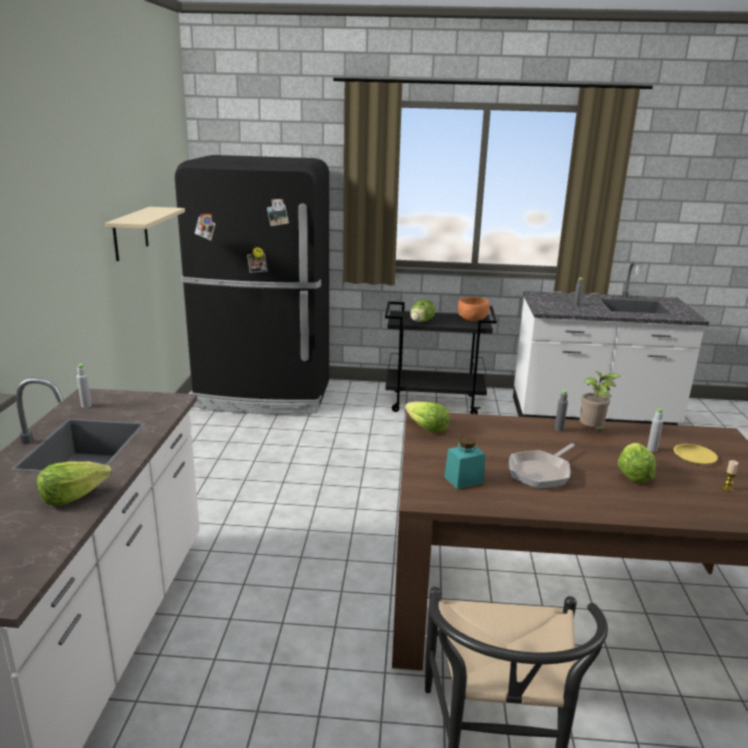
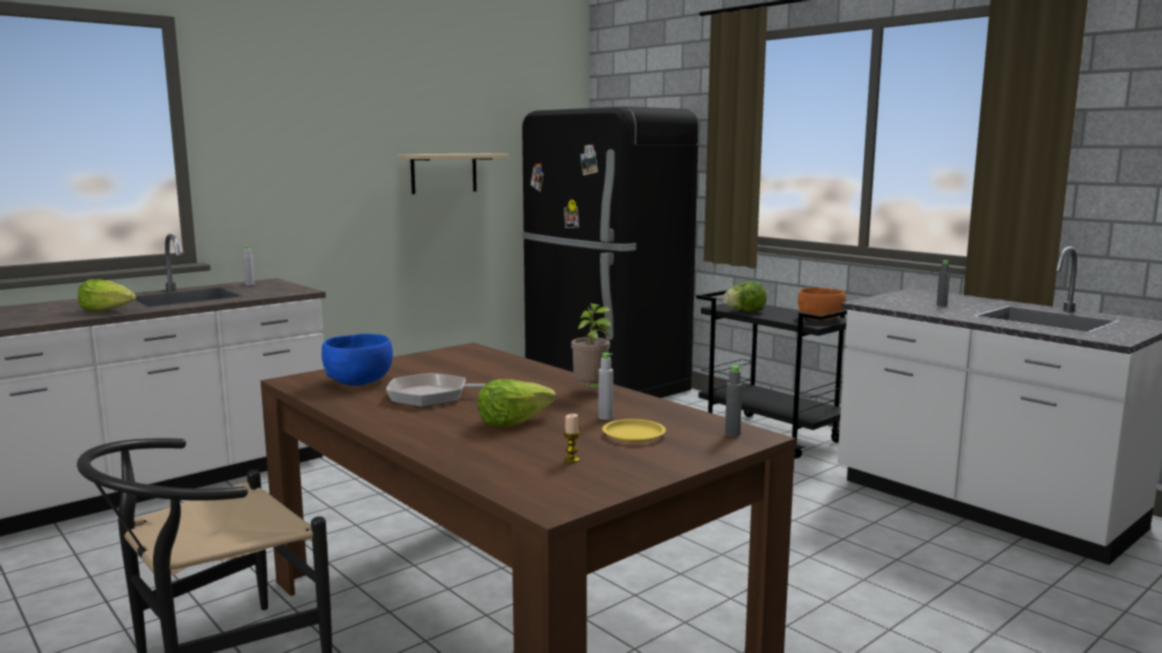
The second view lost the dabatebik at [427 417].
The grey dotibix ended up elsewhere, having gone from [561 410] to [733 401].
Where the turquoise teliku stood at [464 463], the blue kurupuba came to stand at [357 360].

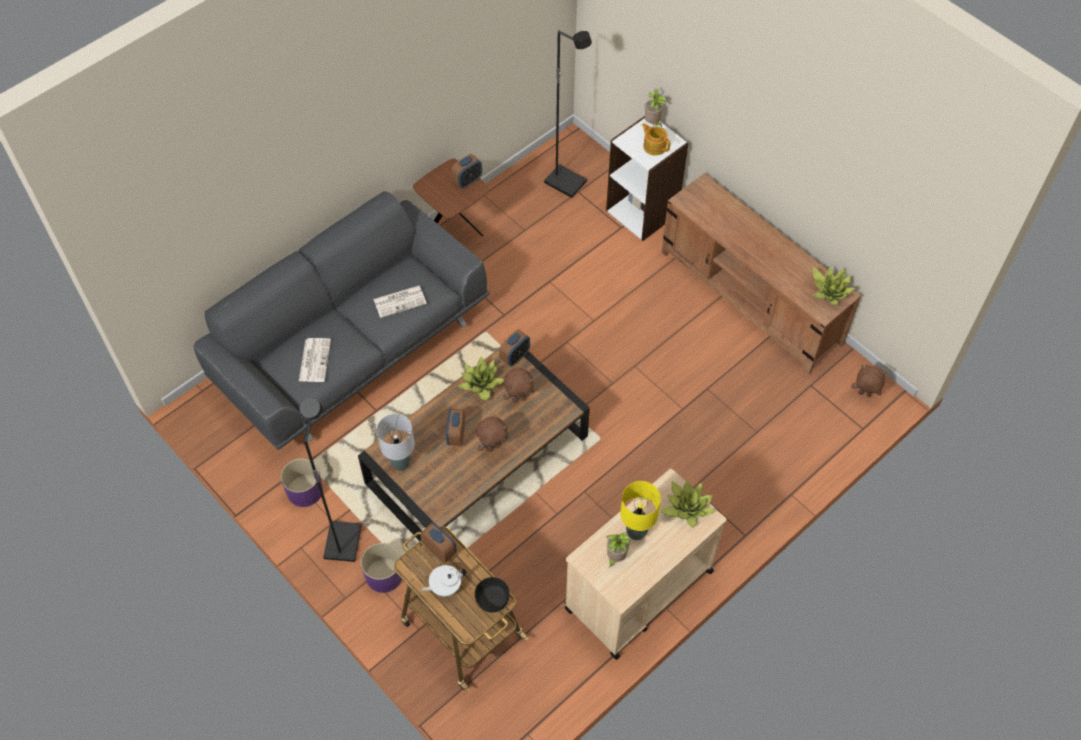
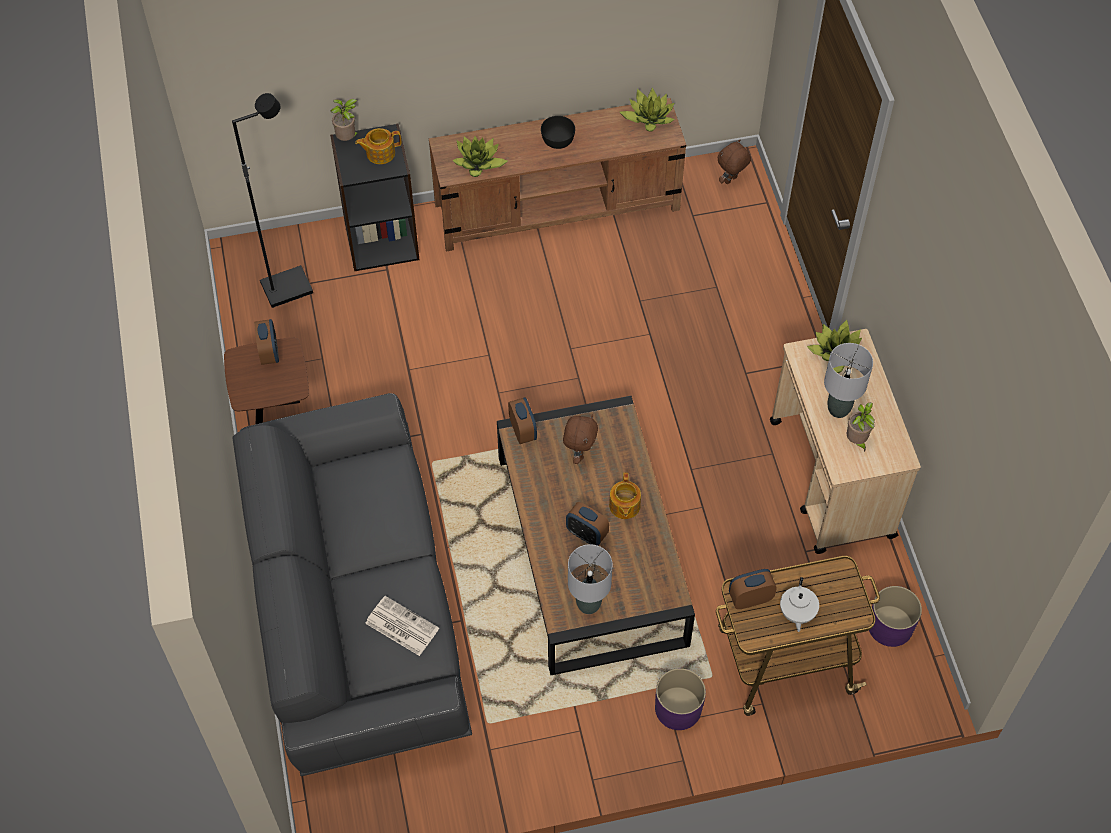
The second view lost the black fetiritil at [331 479].
The second view lost the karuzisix at [400 302].
The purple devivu ended up elsewhere, having gone from [302 482] to [895 616].
The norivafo ended up elsewhere, having gone from [481 378] to [479 156].
The black kurupuba ended up elsewhere, having gone from [492 595] to [558 132].
Where the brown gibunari stood at [492 434], the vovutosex came to stand at [625 496].
What was the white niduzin at [647 178] turned into the black niduzin at [374 197].
What was the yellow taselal at [640 510] turned into the grey taselal at [848 380].

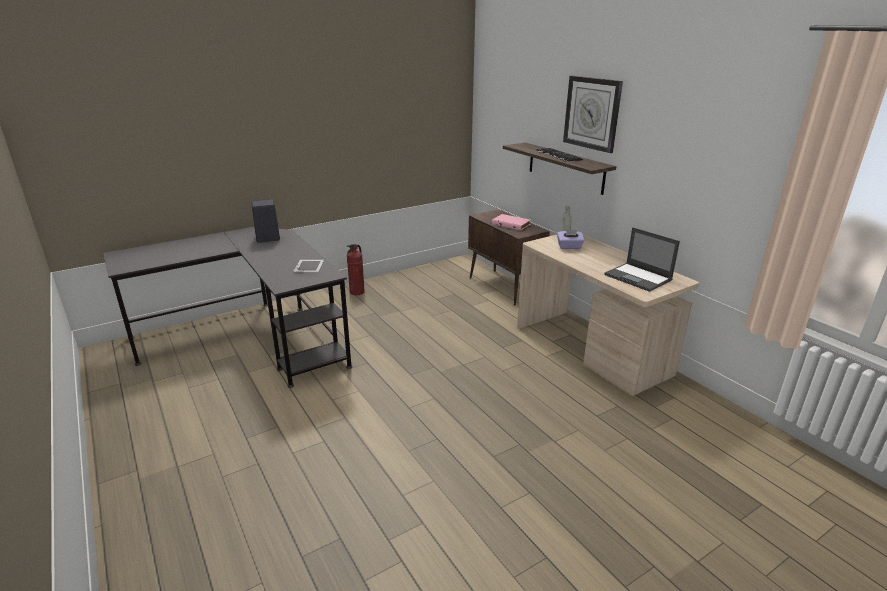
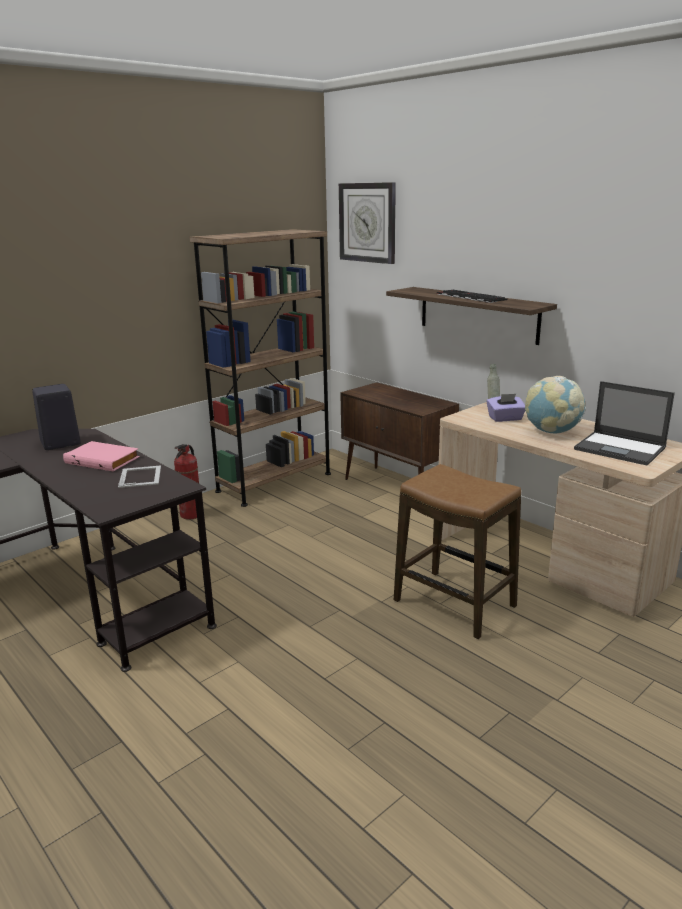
The second view gained the brown niduzin at [260 368].
The second view gained the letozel at [457 551].
The second view gained the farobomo at [555 404].
The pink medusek ended up elsewhere, having gone from [511 222] to [101 456].
The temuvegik ended up elsewhere, having gone from [593 114] to [367 223].

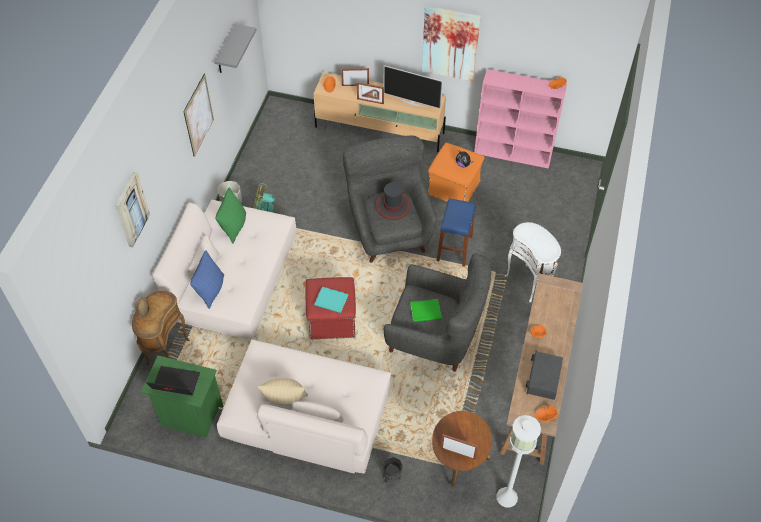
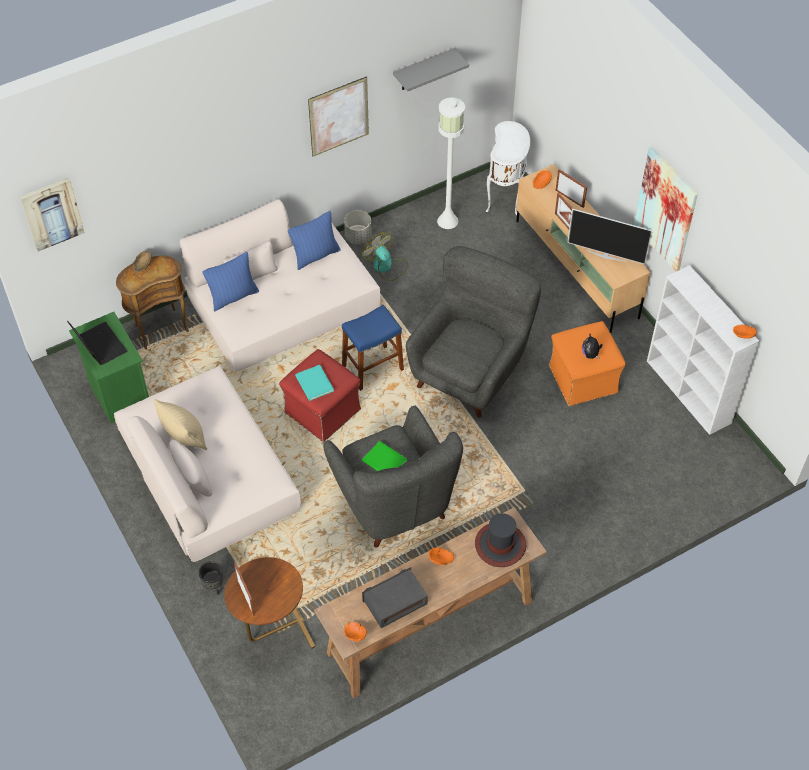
The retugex ended up elsewhere, having gone from [132 210] to [52 215].
The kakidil ended up elsewhere, having gone from [393 201] to [500 540].
The blue letozel ended up elsewhere, having gone from [456 232] to [373 348].
The white fetiritil ended up elsewhere, having gone from [518 461] to [451 163].
The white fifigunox ended up elsewhere, having gone from [533 262] to [508 168].
What was the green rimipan at [231 215] turned into the blue rimipan at [314 240].
What was the pink niduzin at [520 119] turned into the white niduzin at [703 350].
The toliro at [413 87] ended up facing another way, 45 degrees counterclockwise from before.

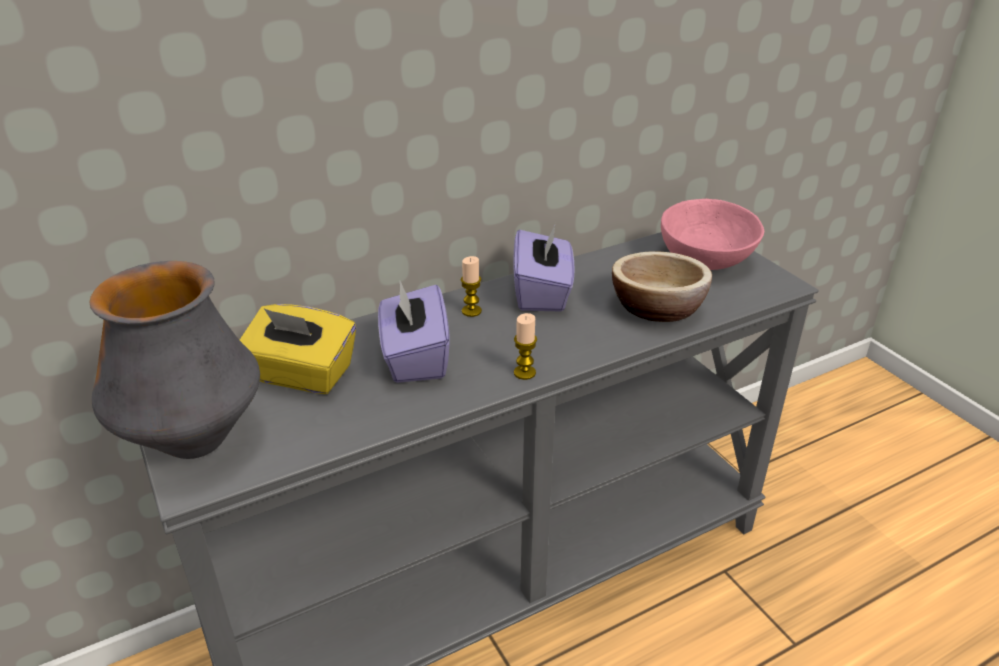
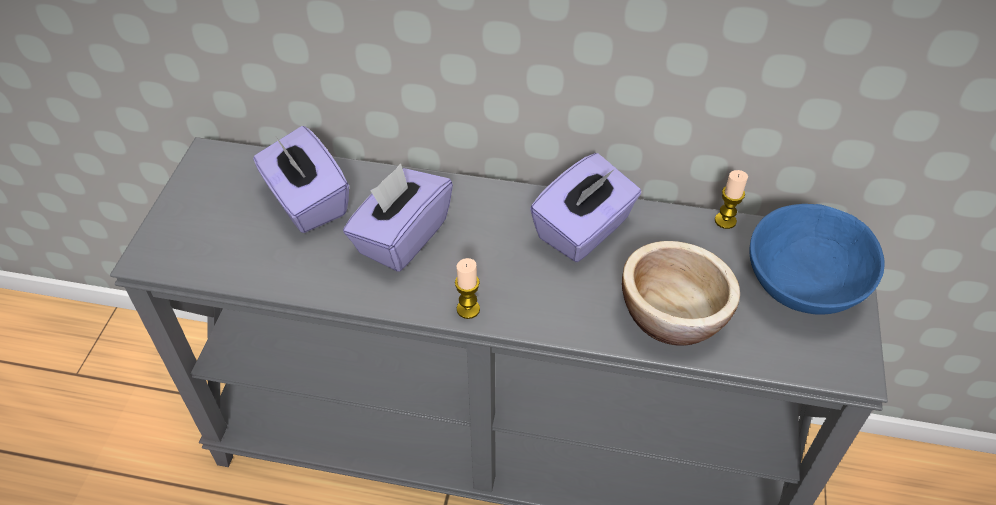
The second view lost the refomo at [175 360].
The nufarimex ended up elsewhere, having gone from [471 286] to [731 199].
What was the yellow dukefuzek at [298 349] turned into the purple dukefuzek at [301 179].
What was the pink kurupuba at [712 234] turned into the blue kurupuba at [817 259].

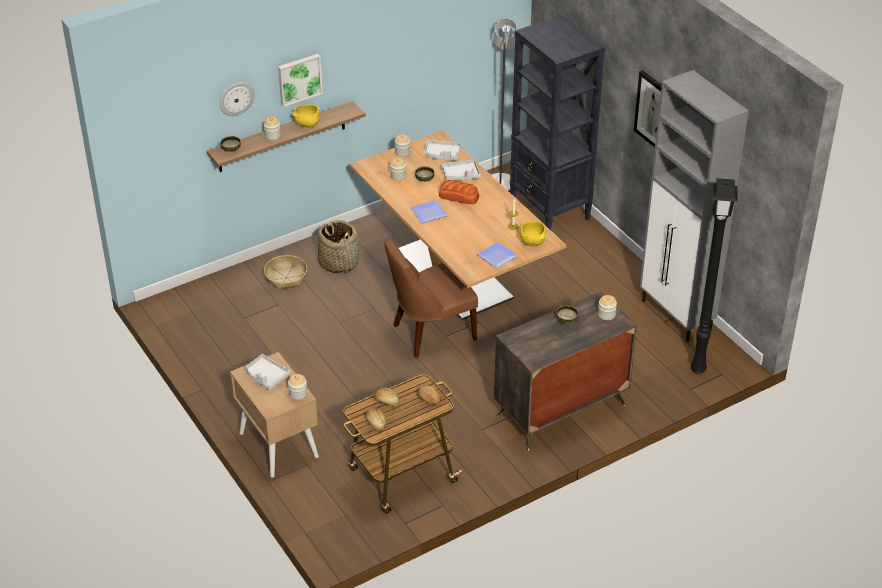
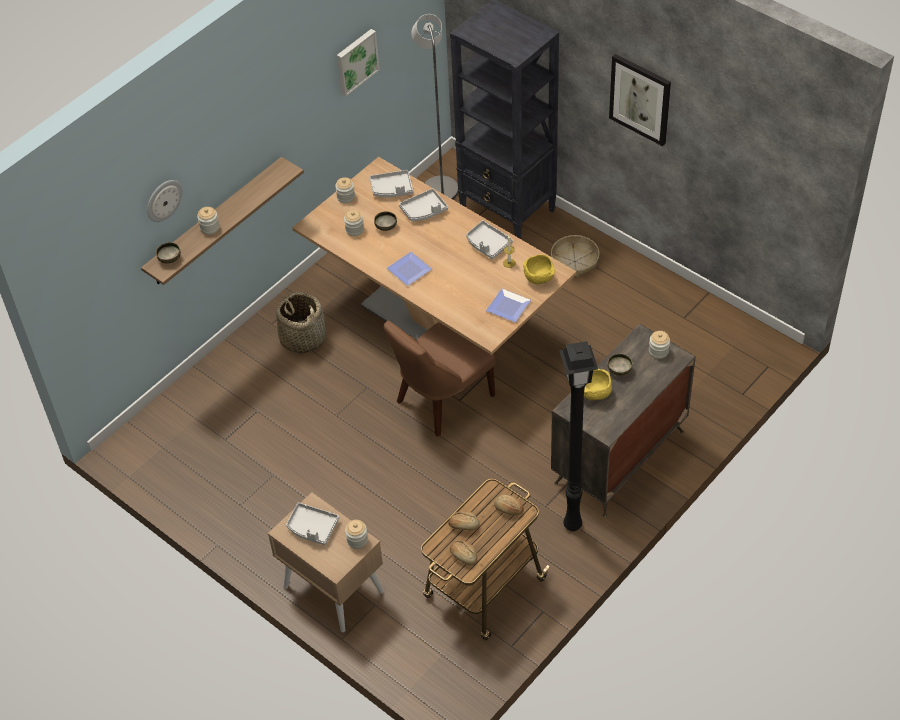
The second view lost the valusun at [459 192].
The second view lost the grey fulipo at [694 206].
The second view gained the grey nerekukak at [489 239].
The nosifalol ended up elsewhere, having gone from [285 272] to [575 256].
The retugex ended up elsewhere, having gone from [300 80] to [358 62].
The yellow kurupuba ended up elsewhere, having gone from [306 115] to [598 384].
The black fetiritil ended up elsewhere, having gone from [714 276] to [578 436].

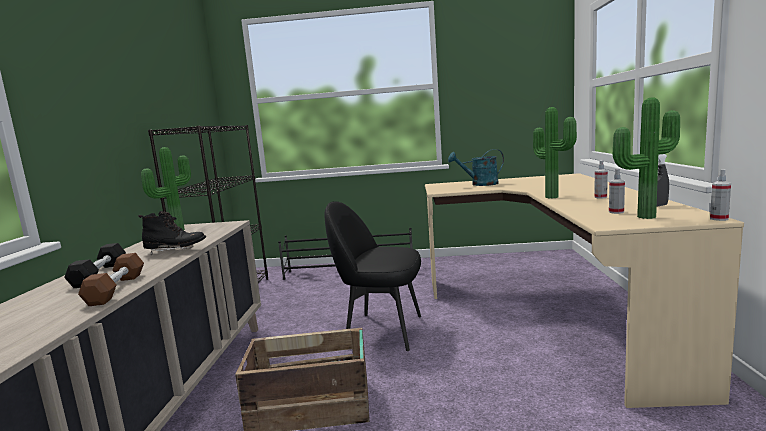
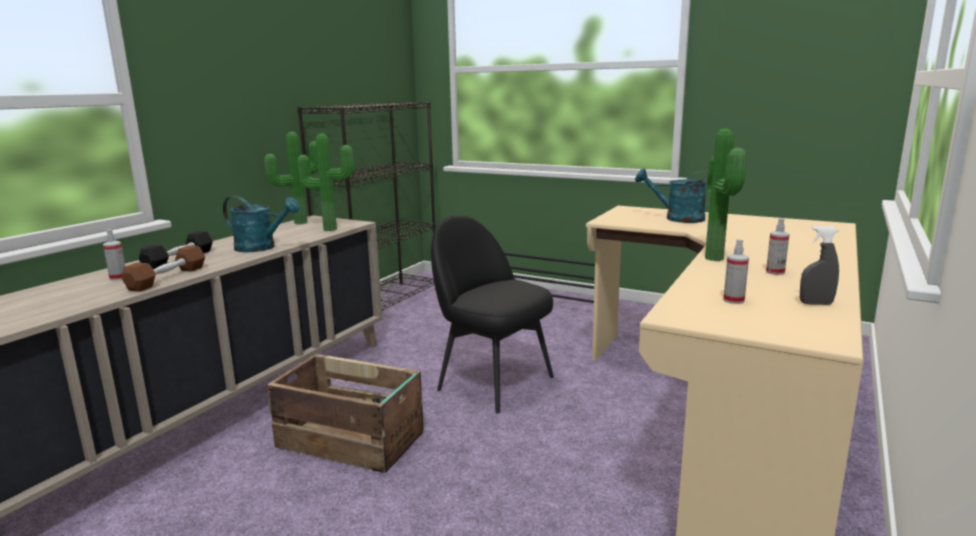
The norivafo ended up elsewhere, having gone from [646 158] to [325 182].
The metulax ended up elsewhere, having gone from [720 195] to [114 254].
Where the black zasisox stood at [172 233], the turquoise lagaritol came to stand at [261 224].

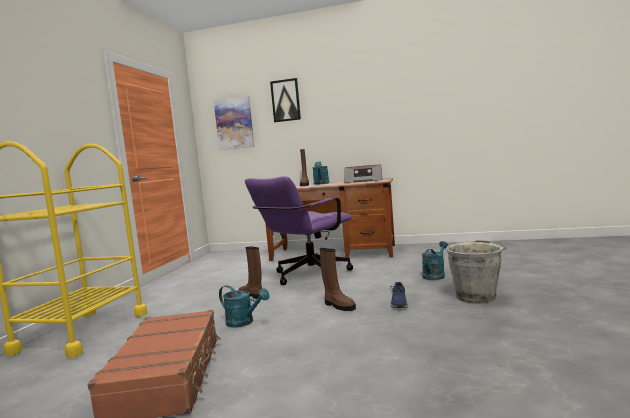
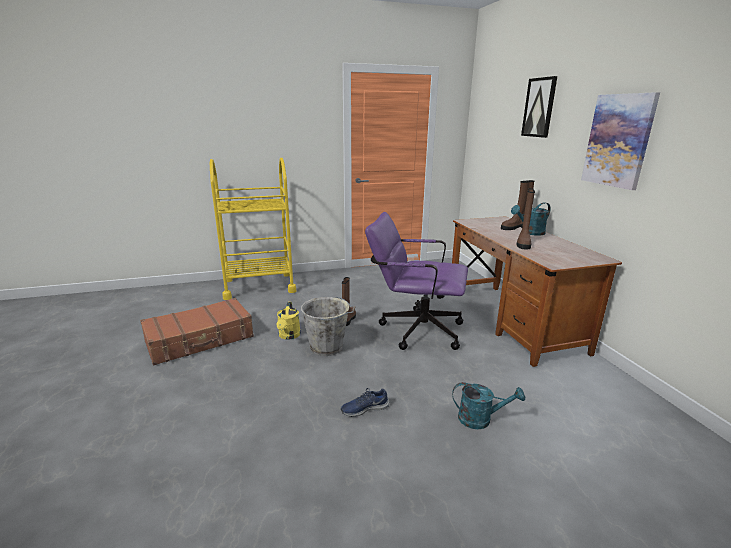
The second view lost the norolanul at [363 174].
The retugex ended up elsewhere, having gone from [234 123] to [620 141].
The brown zasisox ended up elsewhere, having gone from [338 279] to [525 218].
The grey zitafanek ended up elsewhere, having gone from [476 272] to [328 326].
What was the turquoise lagaritol at [244 306] turned into the yellow lagaritol at [288 321].

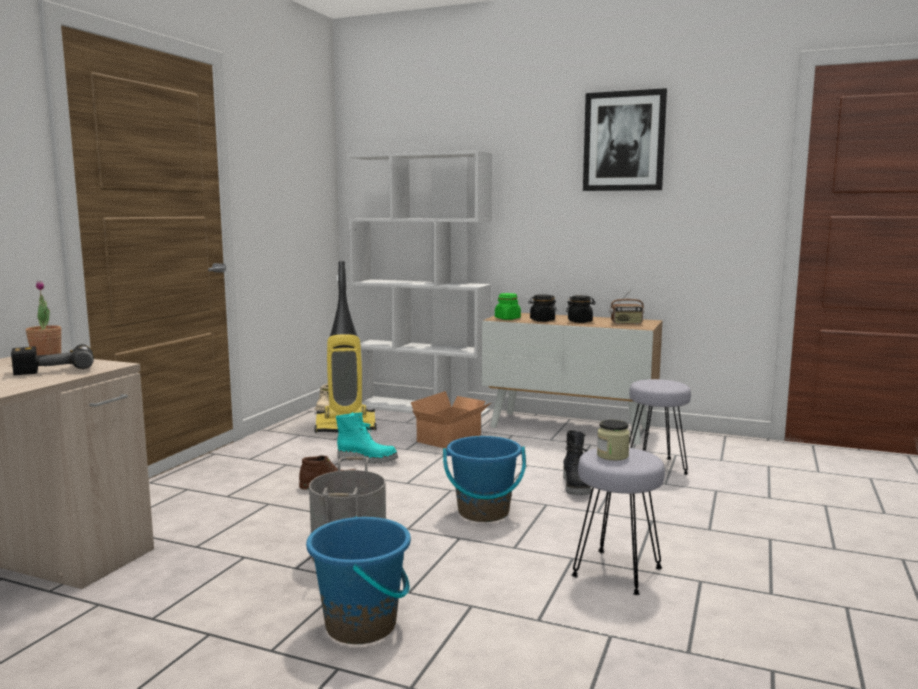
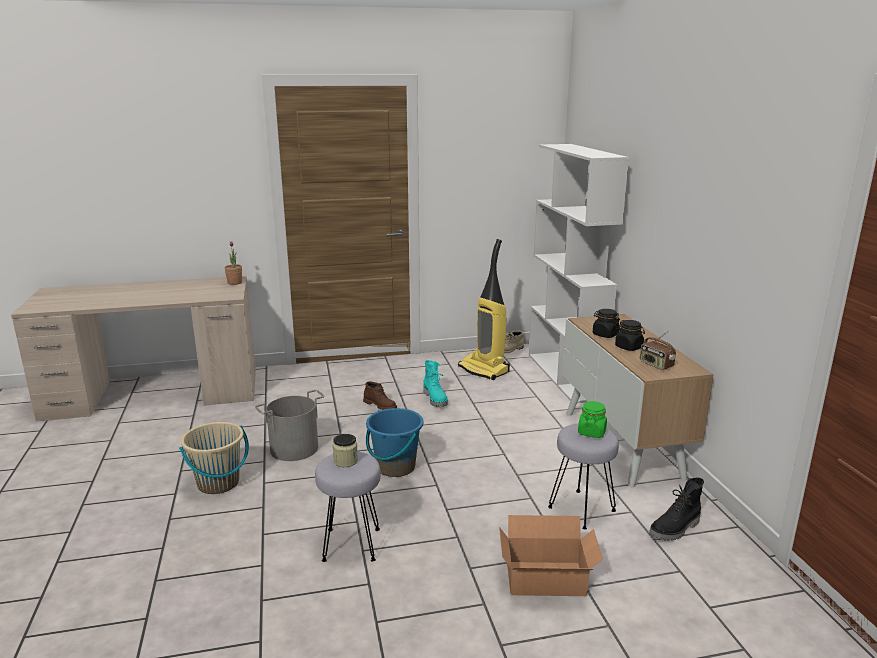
The second view lost the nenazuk at [52 359].
The second view lost the retugex at [625 139].
The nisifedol ended up elsewhere, having gone from [451 420] to [551 555].
The green teliku ended up elsewhere, having gone from [508 306] to [592 419].
The black zasisox ended up elsewhere, having gone from [577 462] to [676 509].
What was the blue zitafanek at [358 580] turned into the beige zitafanek at [214 458].

